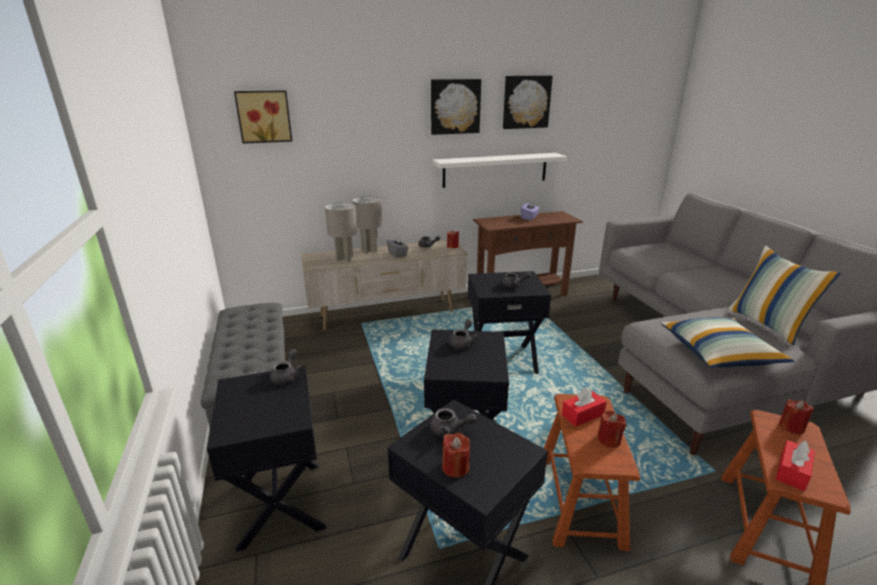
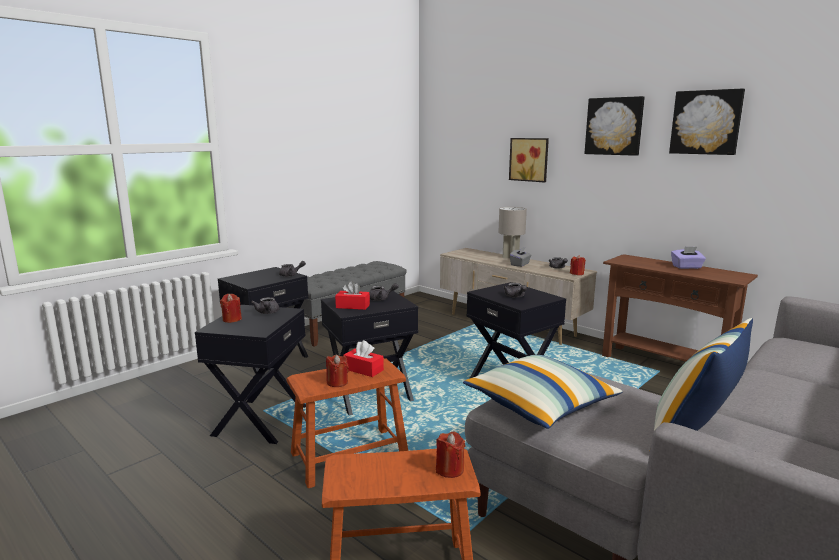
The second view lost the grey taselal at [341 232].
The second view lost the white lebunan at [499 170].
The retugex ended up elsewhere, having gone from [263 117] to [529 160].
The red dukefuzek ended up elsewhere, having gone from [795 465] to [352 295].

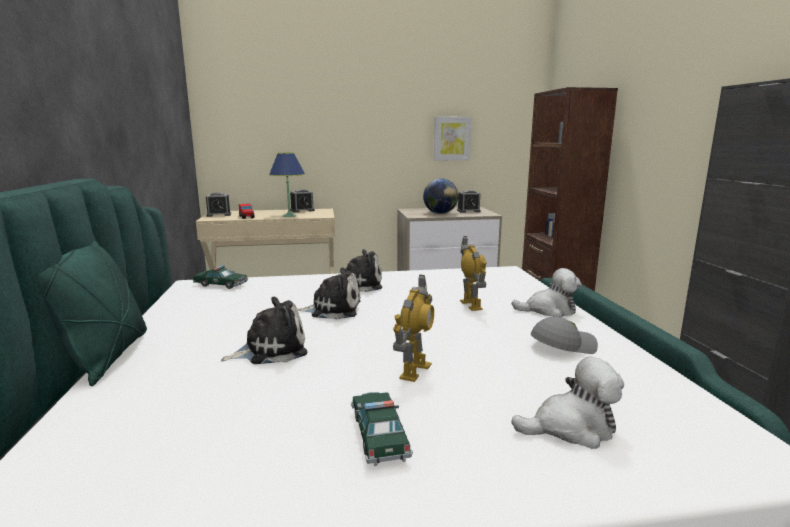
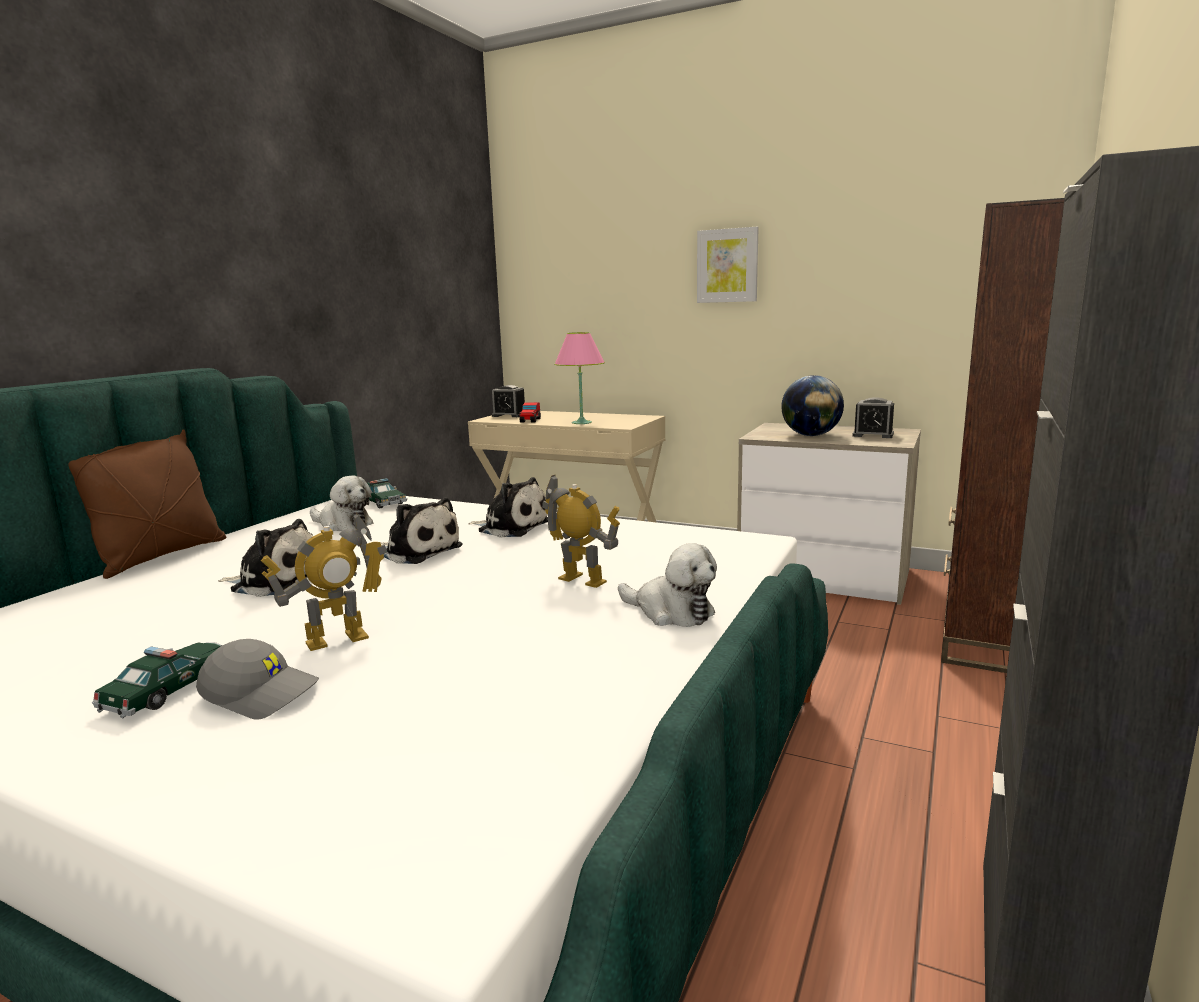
The second view lost the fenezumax at [302 201].
The retugex ended up elsewhere, having gone from [452 138] to [728 265].
The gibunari ended up elsewhere, having gone from [567 403] to [341 503].
The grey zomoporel ended up elsewhere, having gone from [564 335] to [257 679].
What was the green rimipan at [92 311] turned into the brown rimipan at [147 504].
What was the blue taselal at [287 185] turned into the pink taselal at [580 378].
The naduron at [473 273] ended up facing another way, 75 degrees counterclockwise from before.

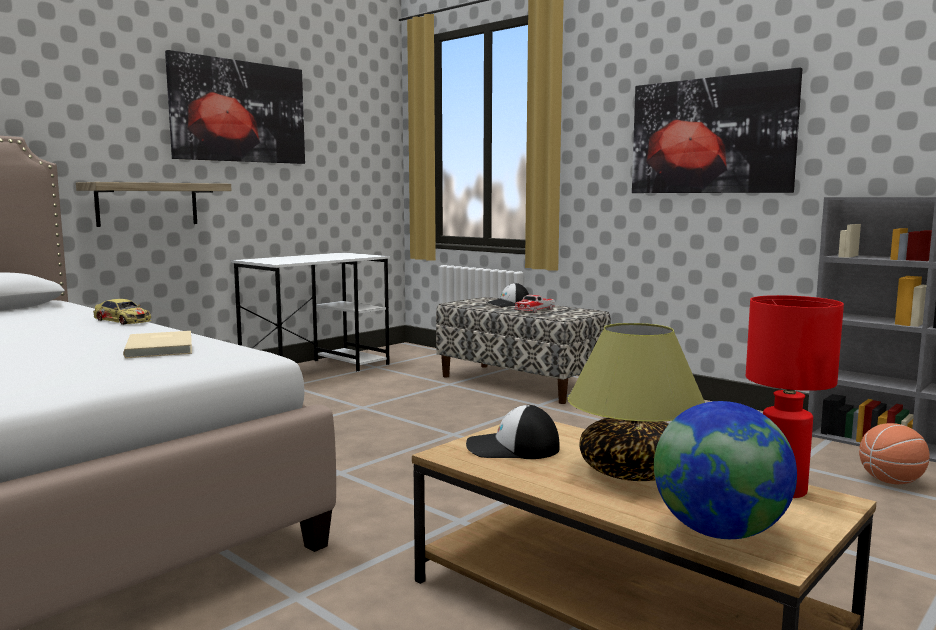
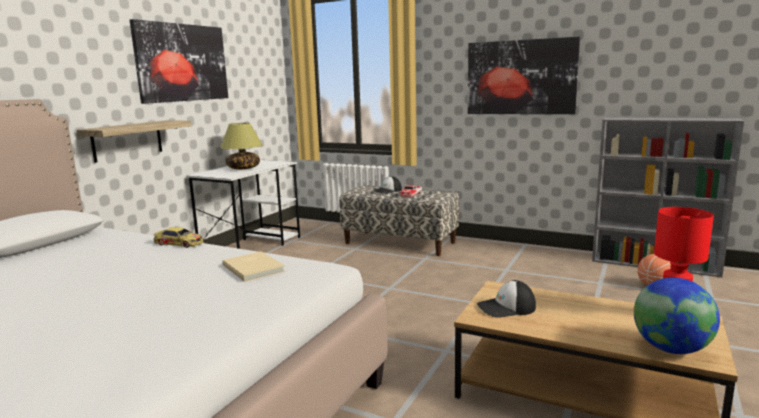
The taselal ended up elsewhere, having gone from [636 402] to [241 146].

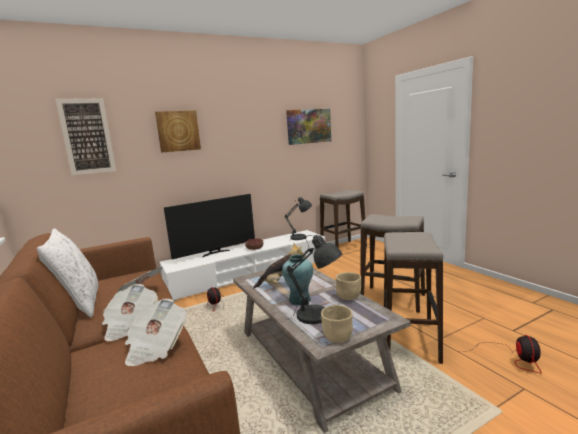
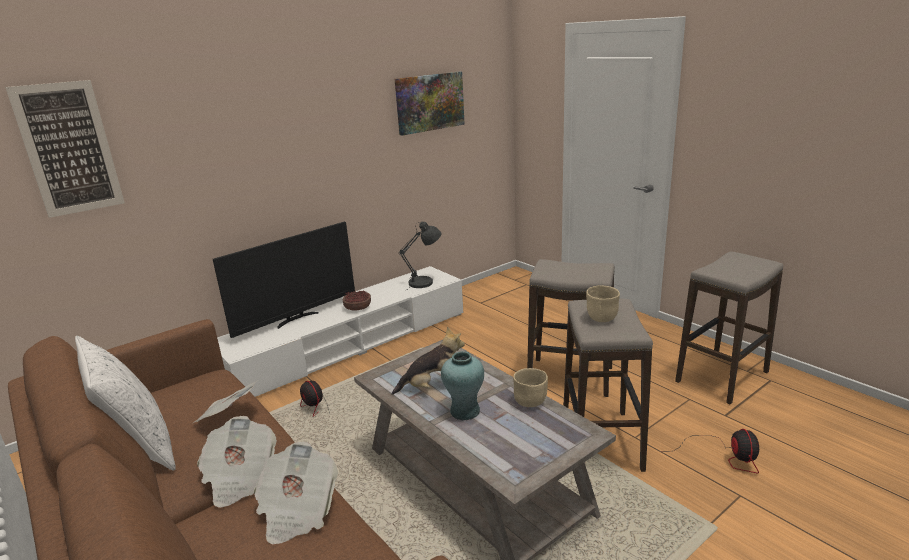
The second view lost the retugex at [178 131].
The second view lost the grey taselal at [314 279].
The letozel ended up elsewhere, having gone from [343 218] to [729 327].
The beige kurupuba ended up elsewhere, having gone from [337 324] to [603 303].

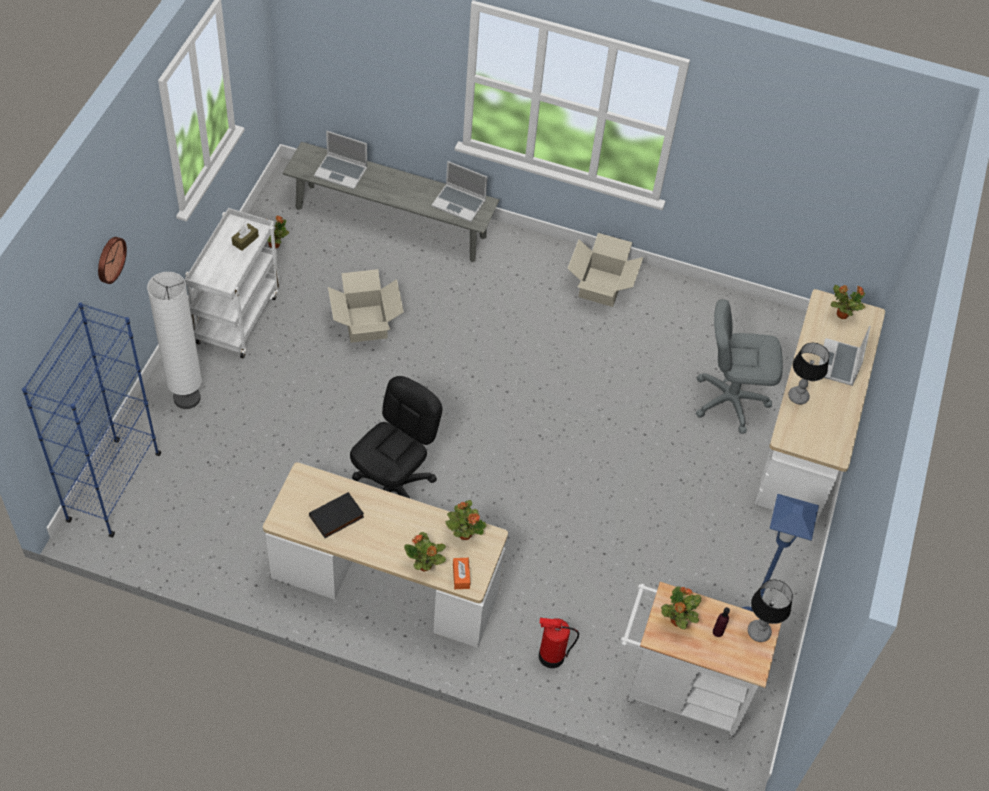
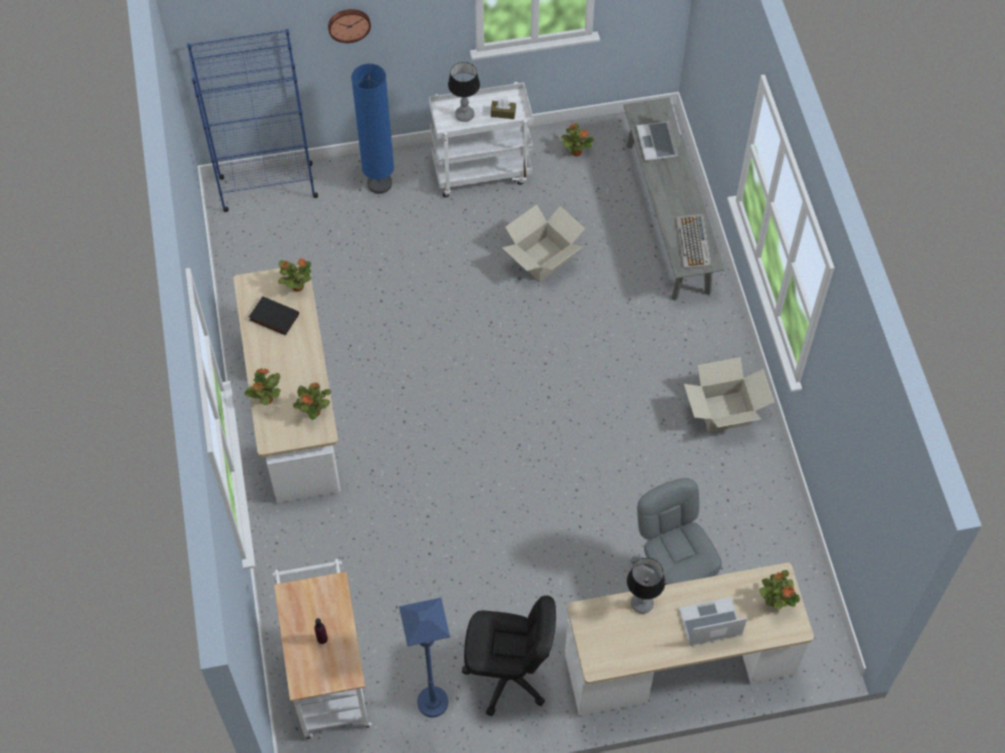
The second view lost the orange dukefuzek at [461 573].
The second view lost the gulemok at [559 642].
The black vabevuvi ended up elsewhere, having gone from [396 437] to [509 656].
The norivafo ended up elsewhere, having gone from [681 607] to [295 275].
The taselal ended up elsewhere, having gone from [770 610] to [464 92].
Where the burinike stood at [459 191], the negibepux came to stand at [694 241].
What was the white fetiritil at [174 340] turned into the blue fetiritil at [372 129].

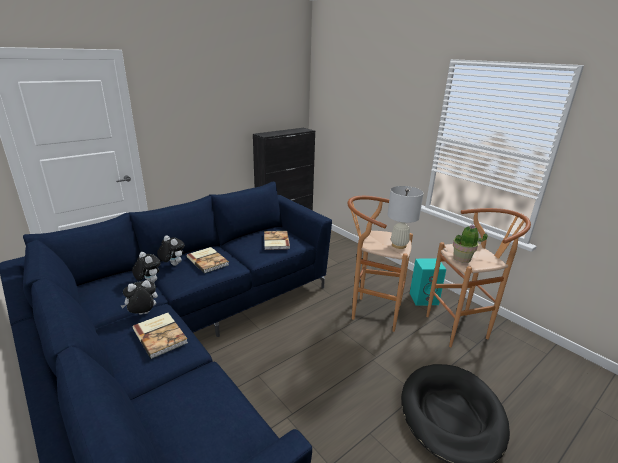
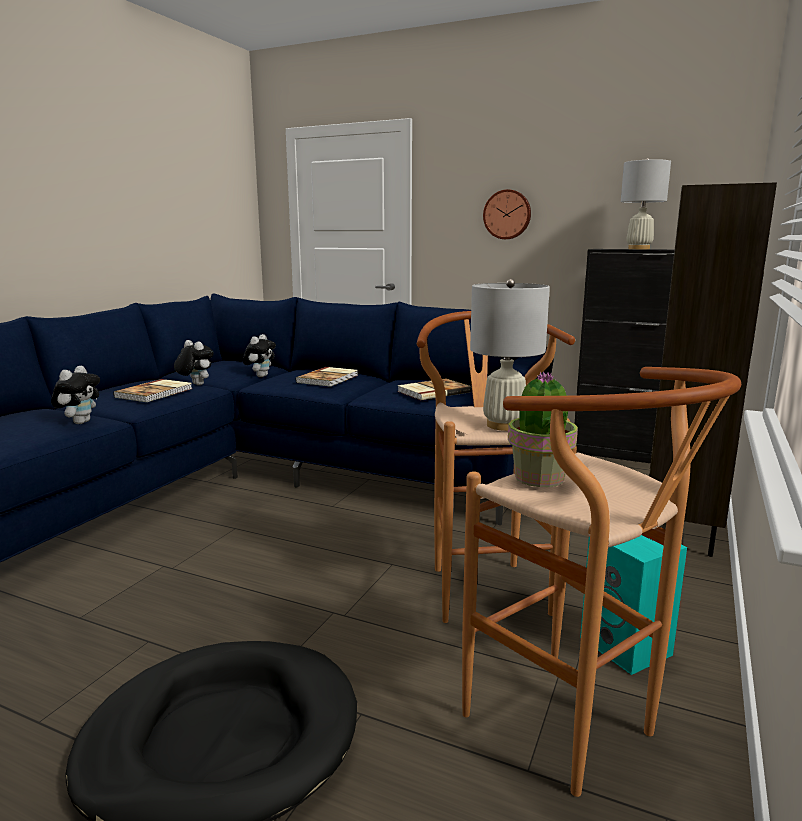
The second view gained the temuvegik at [507 214].
The second view gained the white taselal at [646 203].
The second view gained the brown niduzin at [713 369].
The gibunari ended up elsewhere, having gone from [171 250] to [75 395].

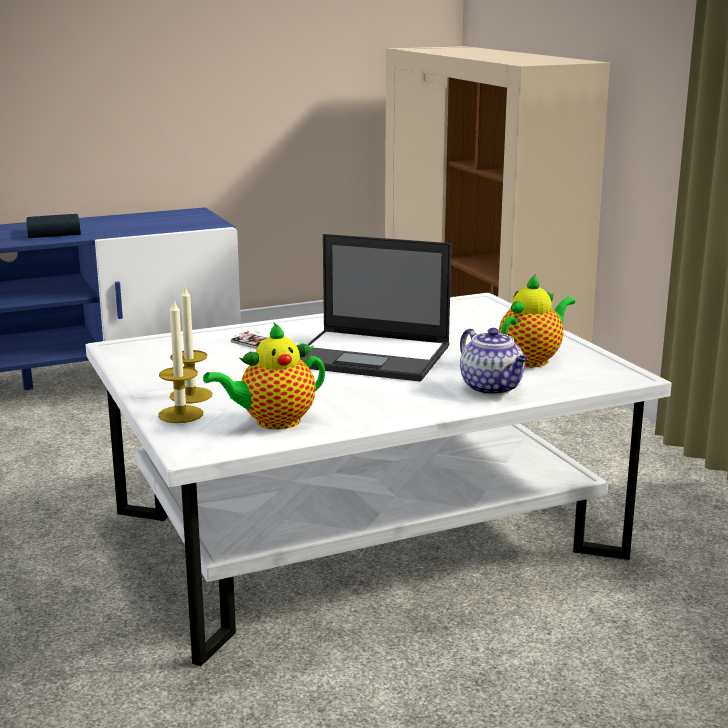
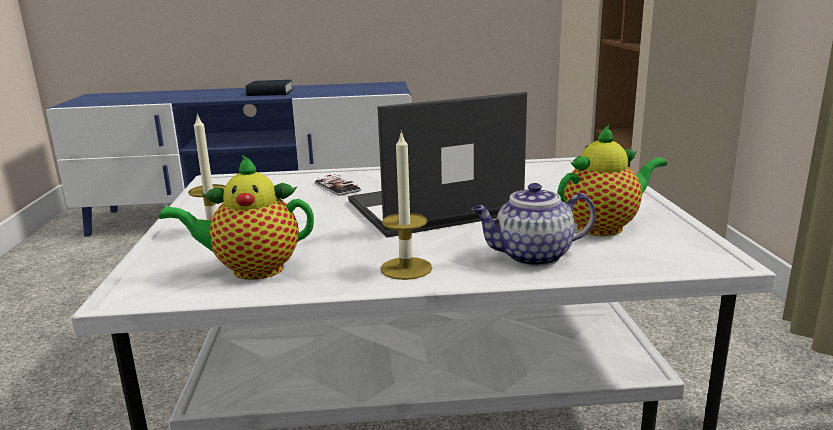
The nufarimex ended up elsewhere, having gone from [180 362] to [406 205].
The burinike at [376 308] ended up facing another way, 120 degrees clockwise from before.
The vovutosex at [494 361] ended up facing another way, 90 degrees clockwise from before.

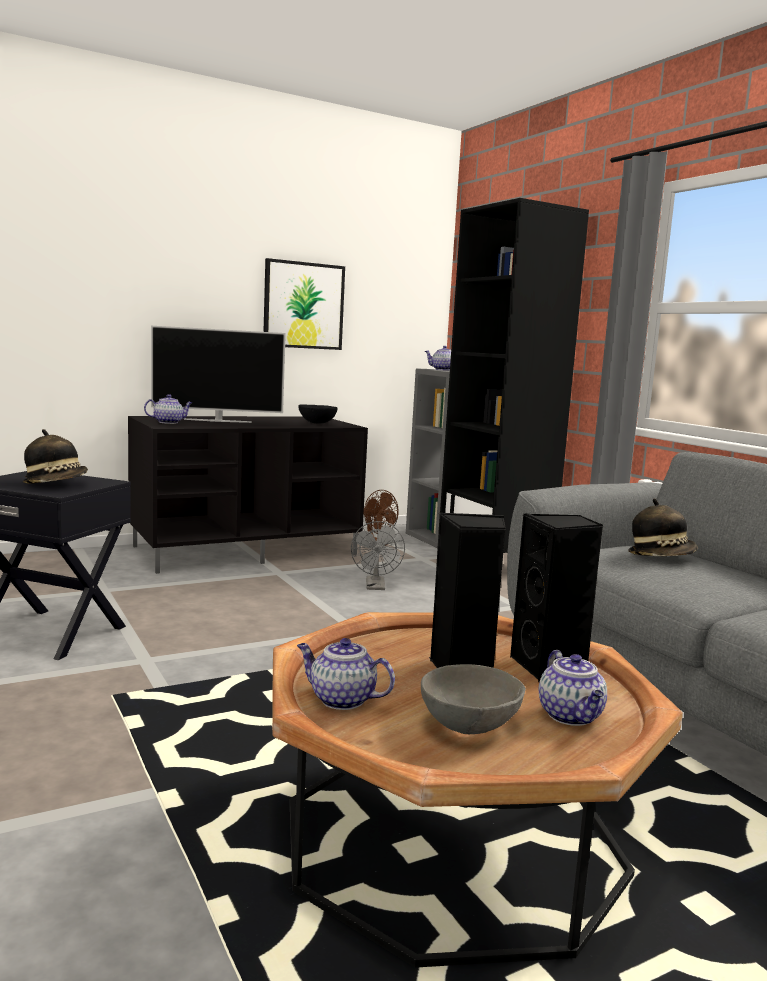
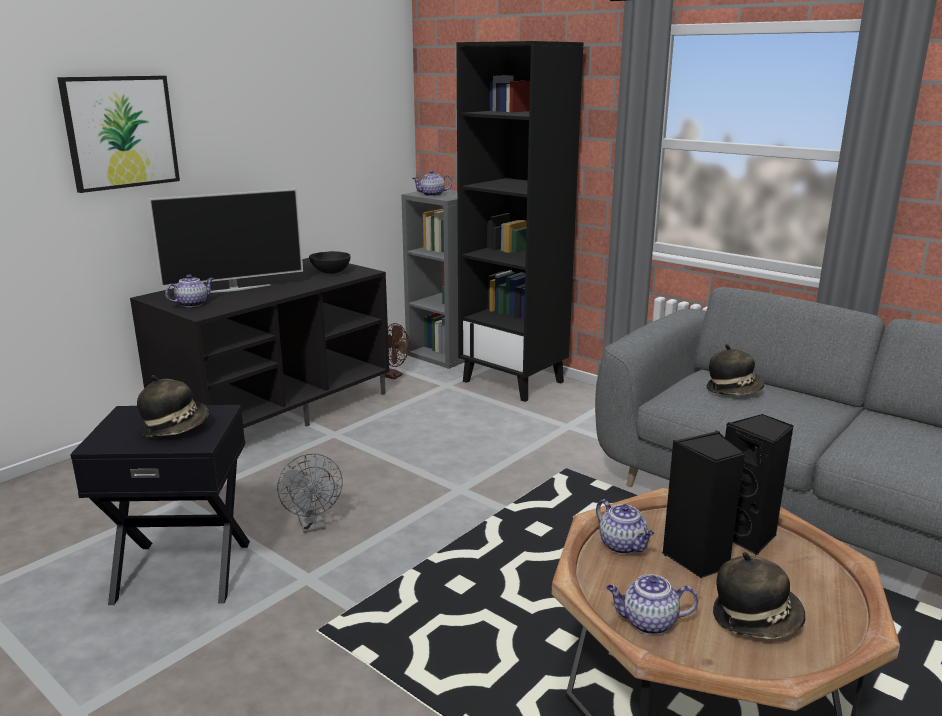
The retugex ended up elsewhere, having gone from [304 304] to [118 134].
The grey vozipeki ended up elsewhere, having gone from [378 555] to [310 493].
The vovutosex ended up elsewhere, having gone from [573 688] to [625 526].
Where the grey kurupuba stood at [473 699], the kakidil came to stand at [759 595].

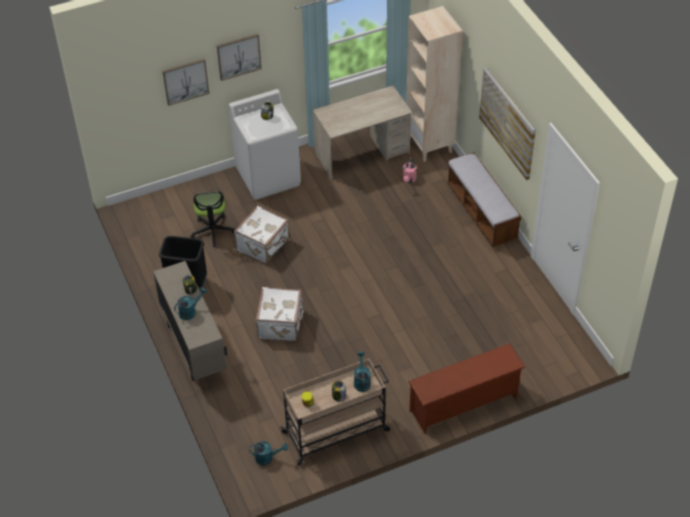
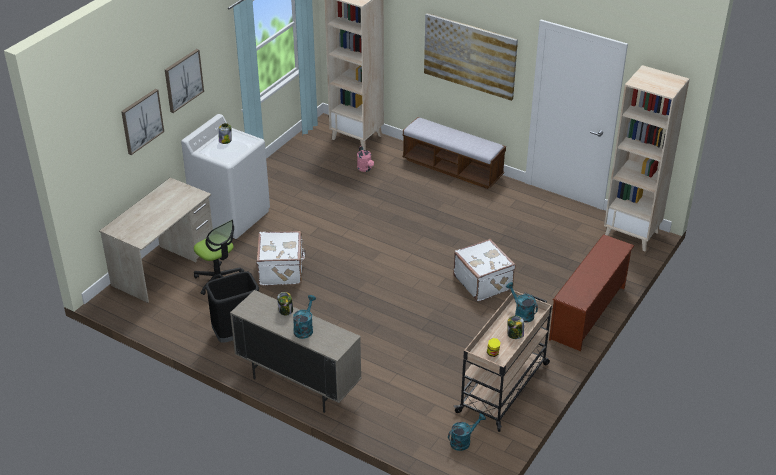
The second view gained the beige niduzin at [647 158].
The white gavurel ended up elsewhere, having gone from [280 314] to [484 270].
The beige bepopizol ended up elsewhere, having gone from [362 132] to [156 240].

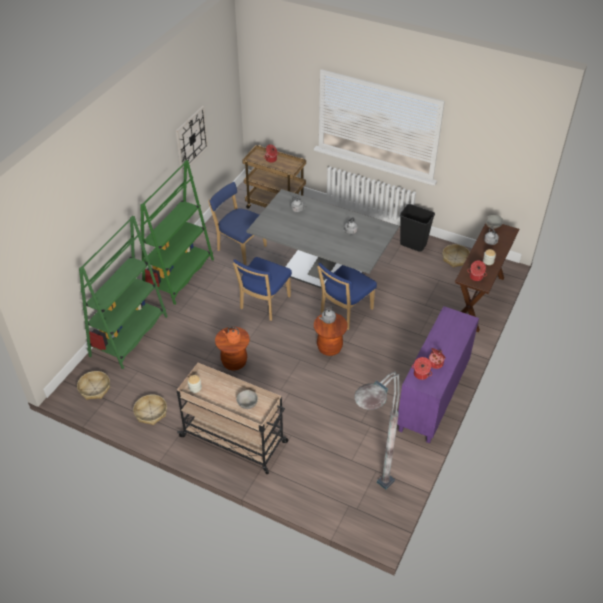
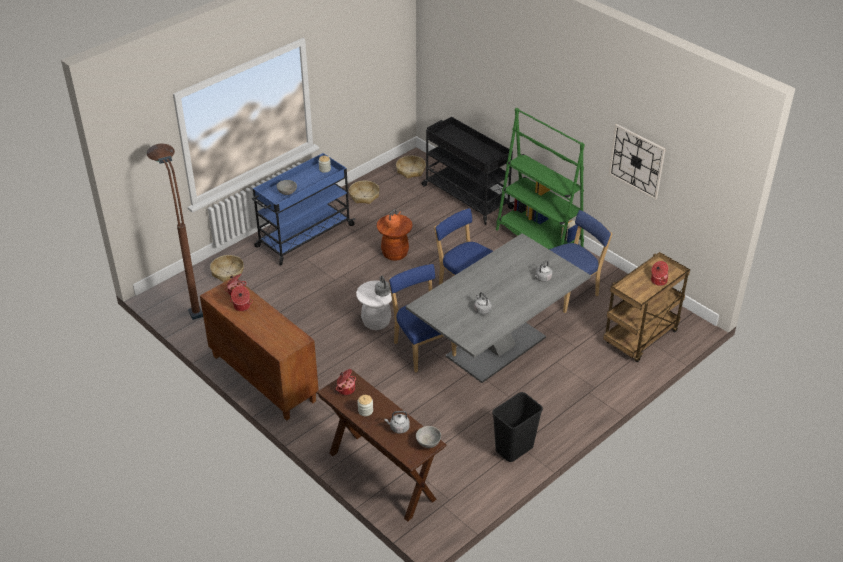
The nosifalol ended up elsewhere, having gone from [456 255] to [227 268].
Where the green niduzin stood at [123 292], the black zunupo came to stand at [467 171].
What was the beige zunupo at [232 418] turned into the blue zunupo at [303 209].
What was the brown letozel at [331 334] turned into the white letozel at [374 305].
What was the grey fetiritil at [377 430] turned into the brown fetiritil at [175 232].
What was the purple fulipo at [438 375] turned into the brown fulipo at [259 349].

